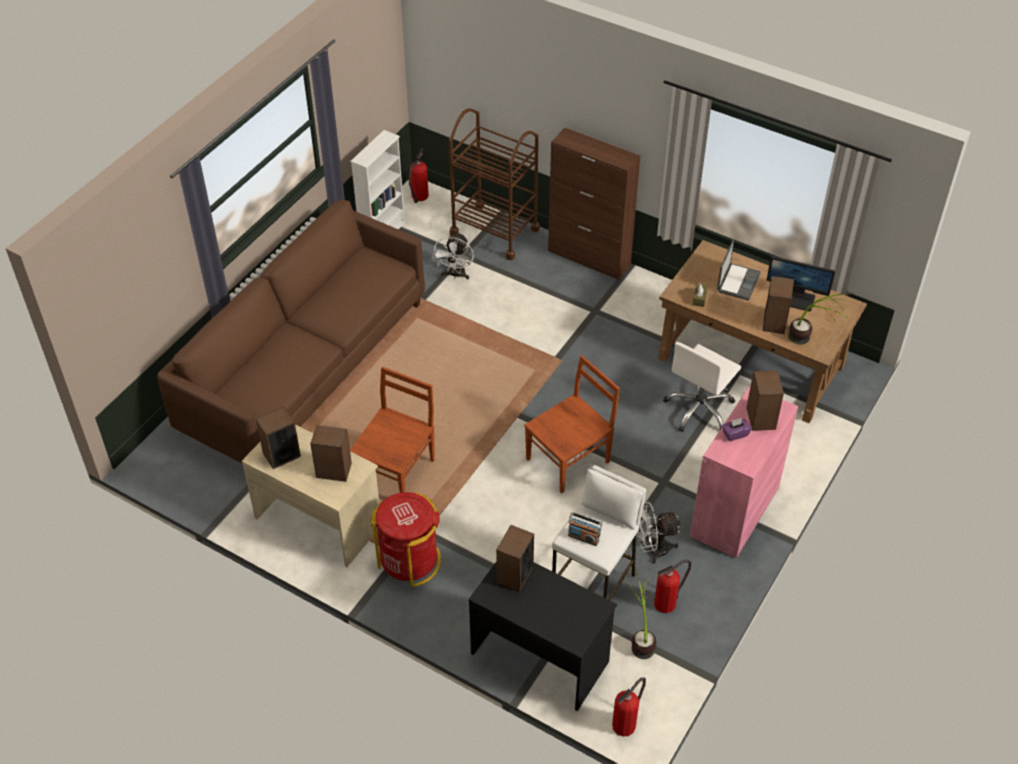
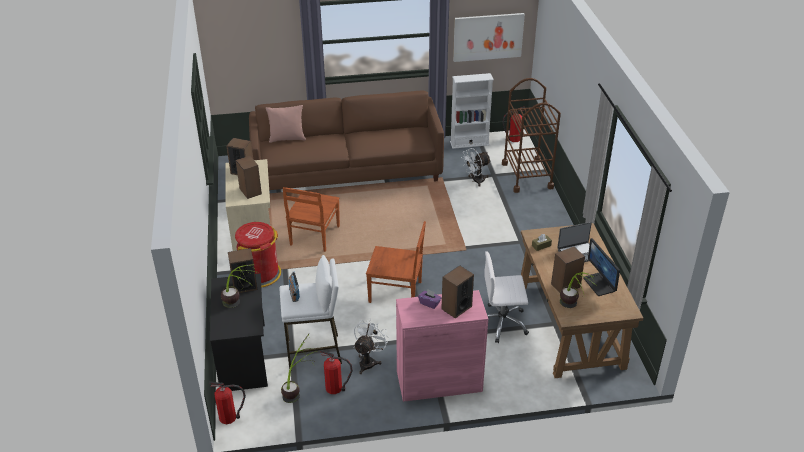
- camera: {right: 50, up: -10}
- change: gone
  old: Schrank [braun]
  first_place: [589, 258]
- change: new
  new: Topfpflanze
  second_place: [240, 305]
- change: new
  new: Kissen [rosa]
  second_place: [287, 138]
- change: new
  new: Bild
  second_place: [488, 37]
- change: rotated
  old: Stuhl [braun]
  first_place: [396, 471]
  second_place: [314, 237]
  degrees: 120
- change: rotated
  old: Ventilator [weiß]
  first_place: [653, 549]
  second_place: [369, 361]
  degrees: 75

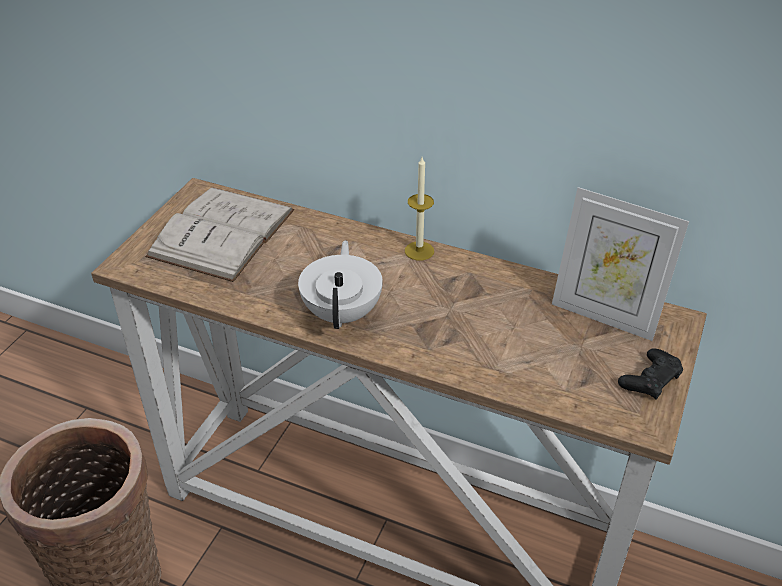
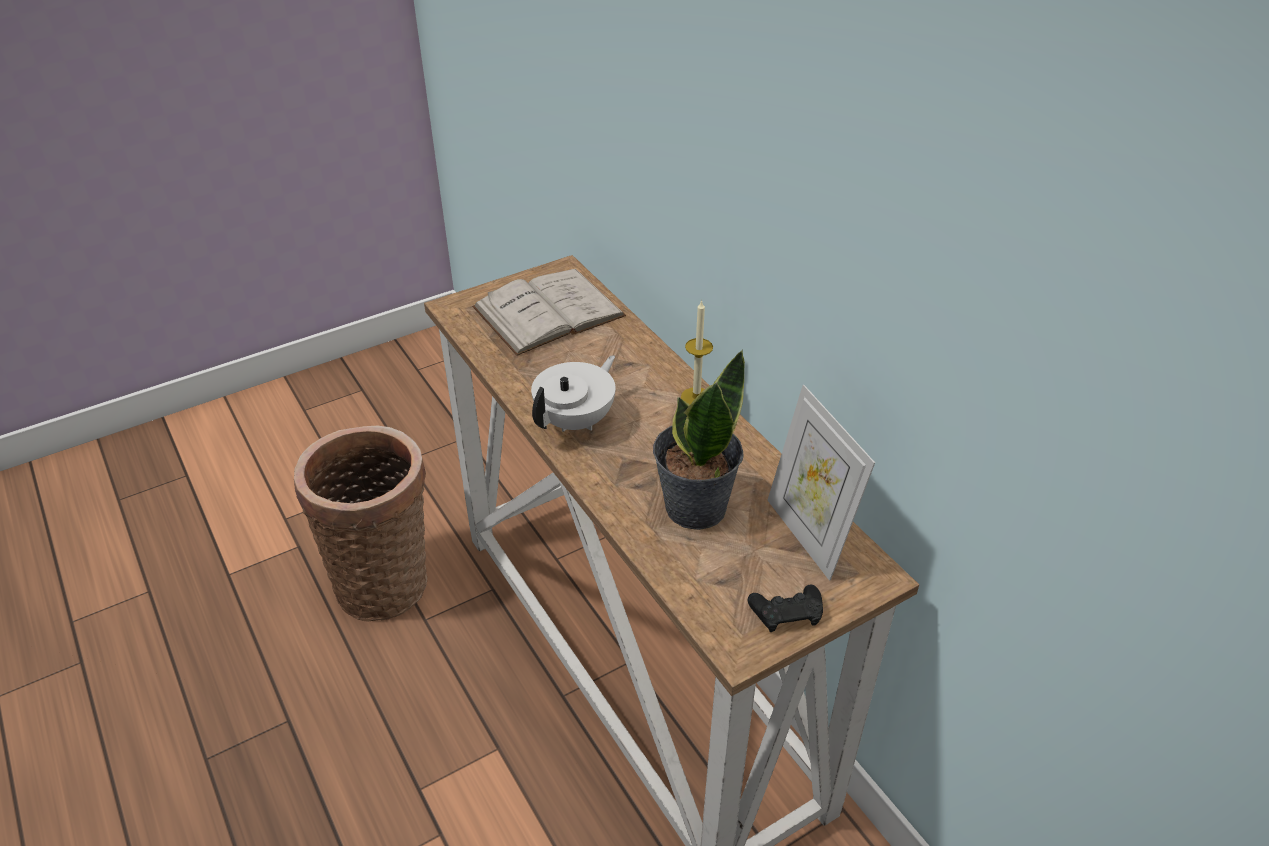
- camera: {right: 35, up: 0}
- change: new
  new: Topfpflanze
  second_place: [694, 506]

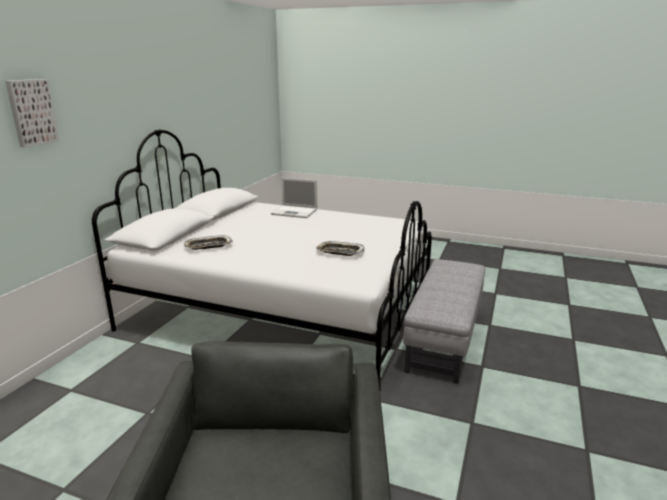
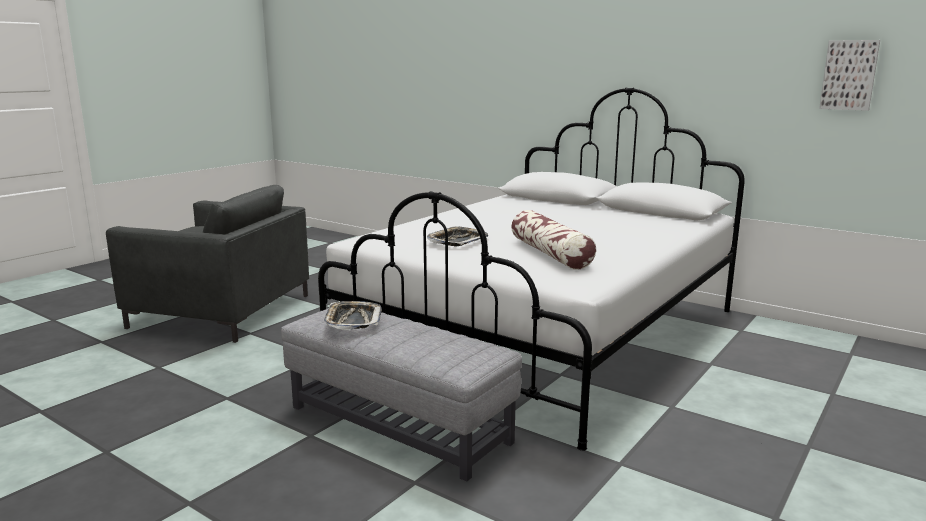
- camera: {right: 105, up: -5}
- change: gone
  old: Laptop
  first_place: [295, 212]
- change: new
  new: Kissen
  second_place: [550, 254]
- change: shifted
  old: Bild
  first_place: [31, 112]
  second_place: [849, 75]
- change: shifted
  old: Tablett
  first_place: [208, 246]
  second_place: [353, 320]

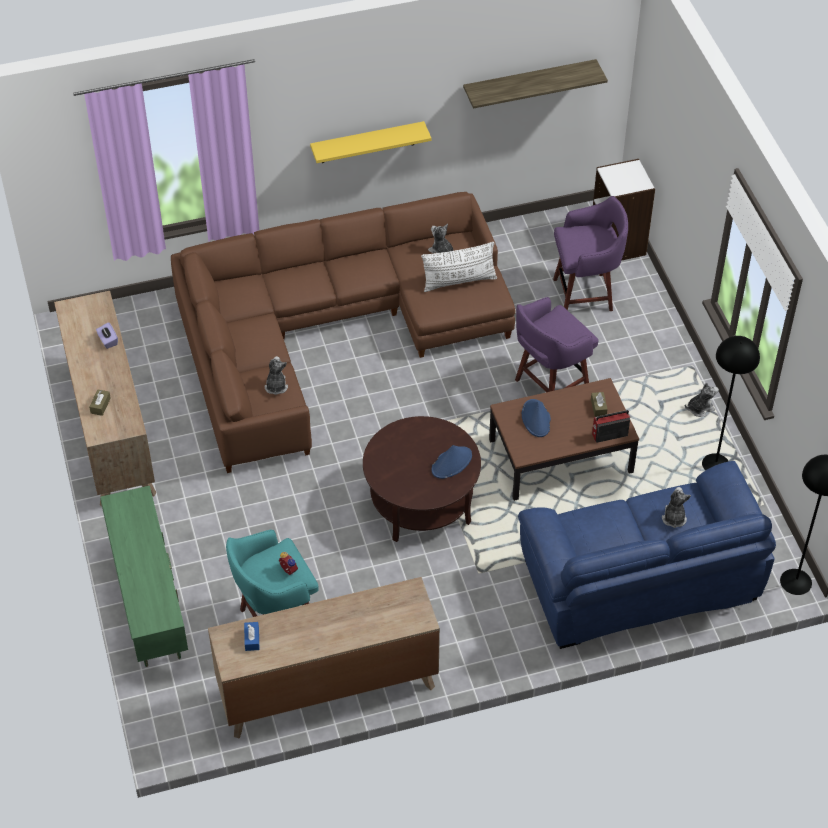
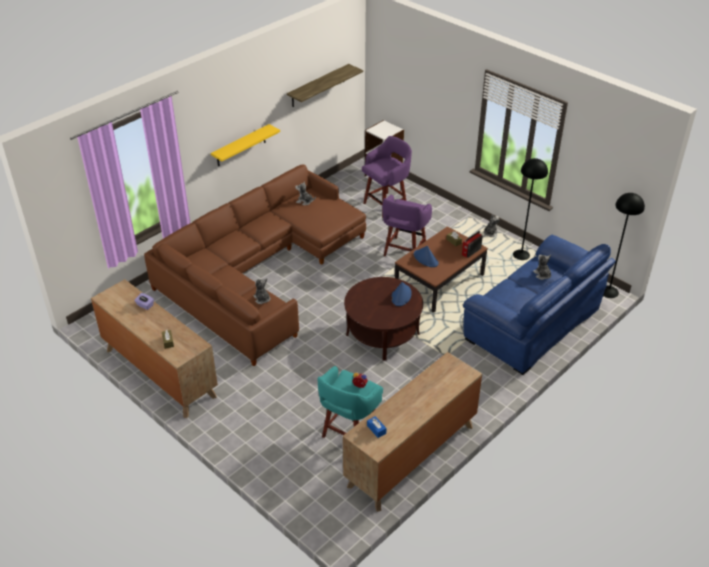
- camera: {right: -30, up: -10}
- change: gone
  old: Fernsehschrank [grün]
  first_place: [150, 602]
- change: gone
  old: Kissen [weiß]
  first_place: [459, 281]

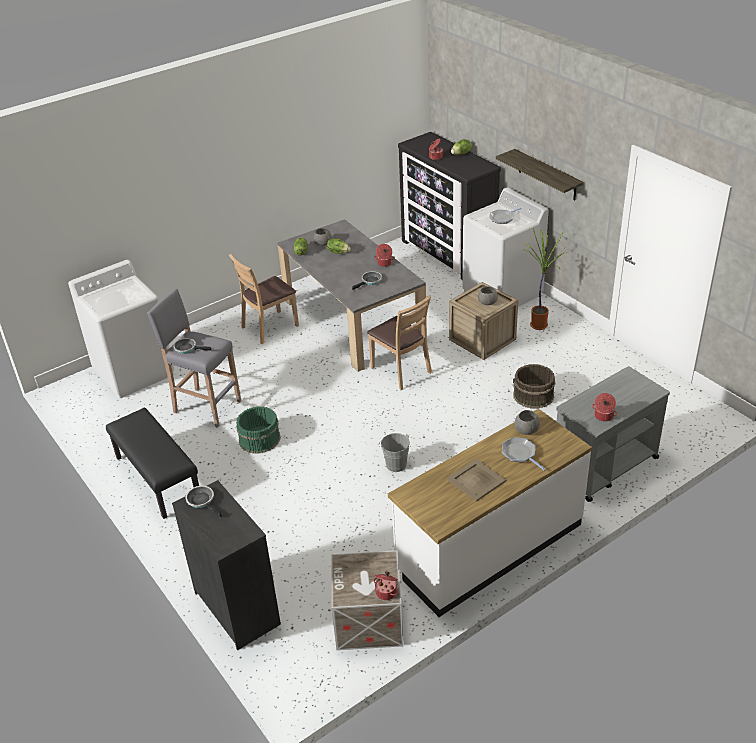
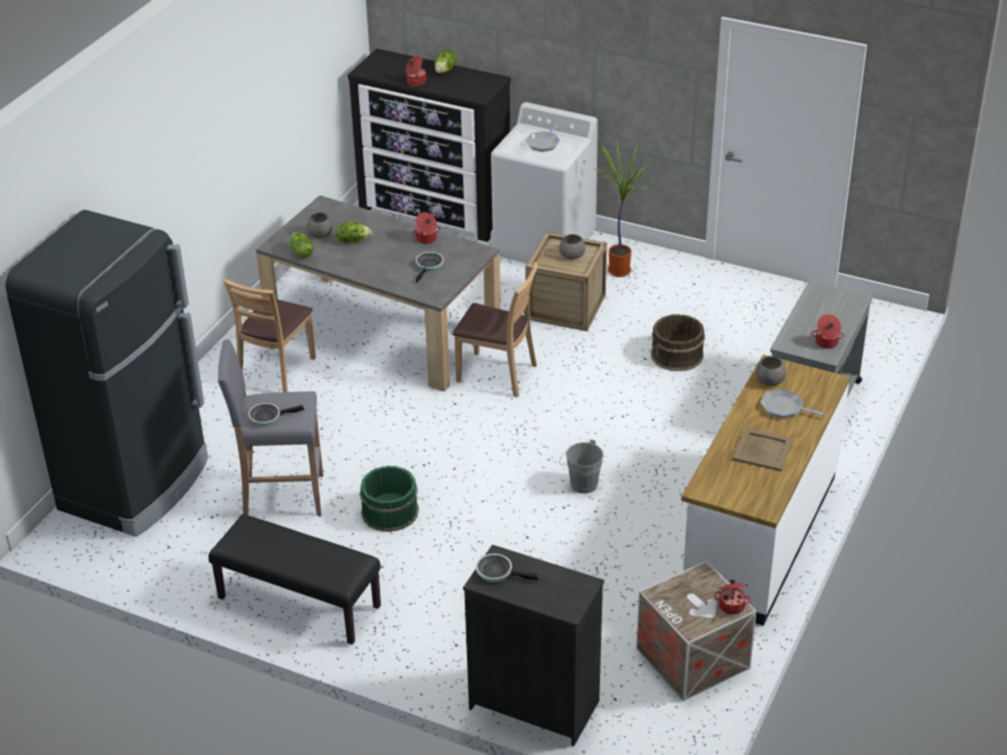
- camera: {right: -30, up: 0}
- change: gone
  old: Wandregal
  first_place: [547, 175]
- change: swapped
  old: Waschmaschine [weiß]
  new: Kühlschrank [schwarz]
  first_place: [134, 371]
  second_place: [136, 485]

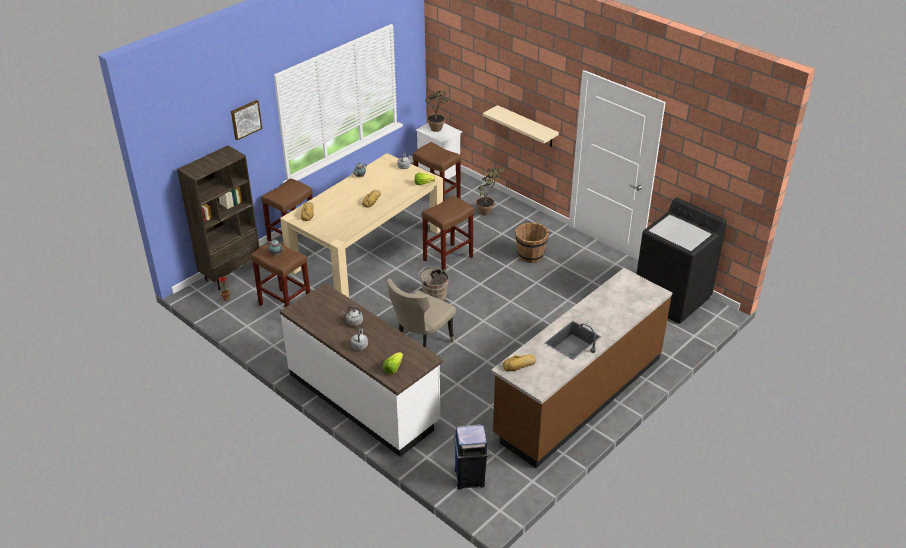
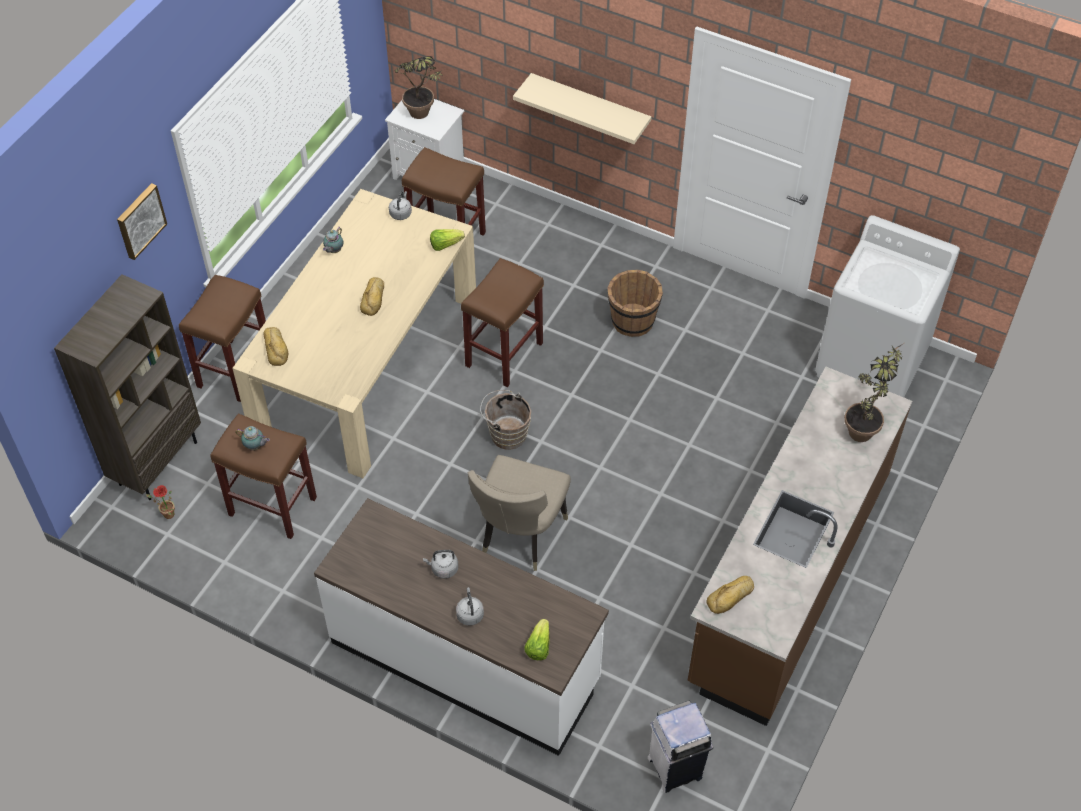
- camera: {right: -15, up: 15}
- change: shifted
  old: Topfpflanze
  first_place: [488, 210]
  second_place: [865, 427]
- change: repainted
  old: Mülleimer [blau]
  new: Mülleimer [weiß]
  first_place: [470, 477]
  second_place: [676, 767]
- change: repainted
  old: Waschmaschine [schwarz]
  new: Waschmaschine [weiß]
  first_place: [672, 299]
  second_place: [872, 362]

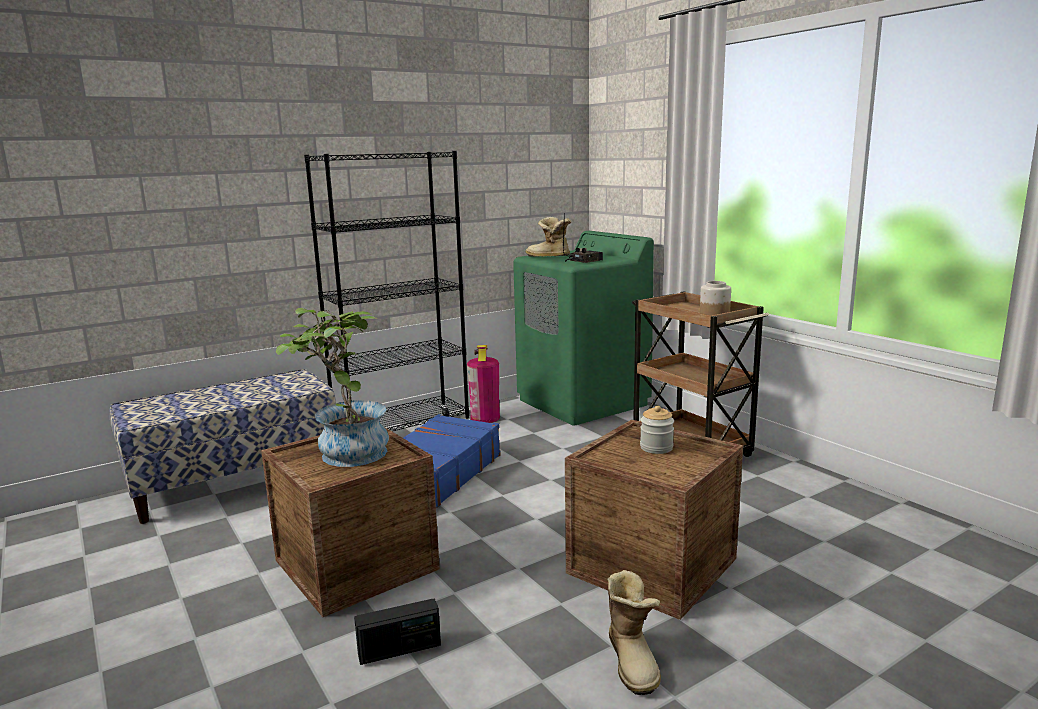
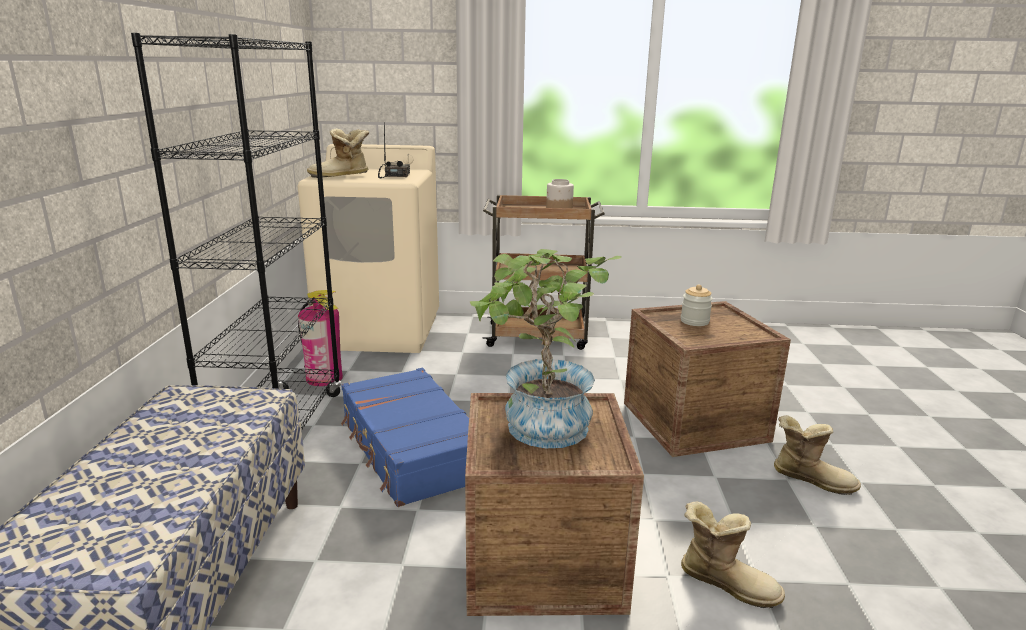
- camera: {right: -55, up: 5}
- change: swapped
  old: Radio
  new: Stiefel
  first_place: [399, 650]
  second_place: [726, 582]
- change: repainted
  old: Waschmaschine [grün]
  new: Waschmaschine [beige]
  first_place: [583, 402]
  second_place: [381, 331]

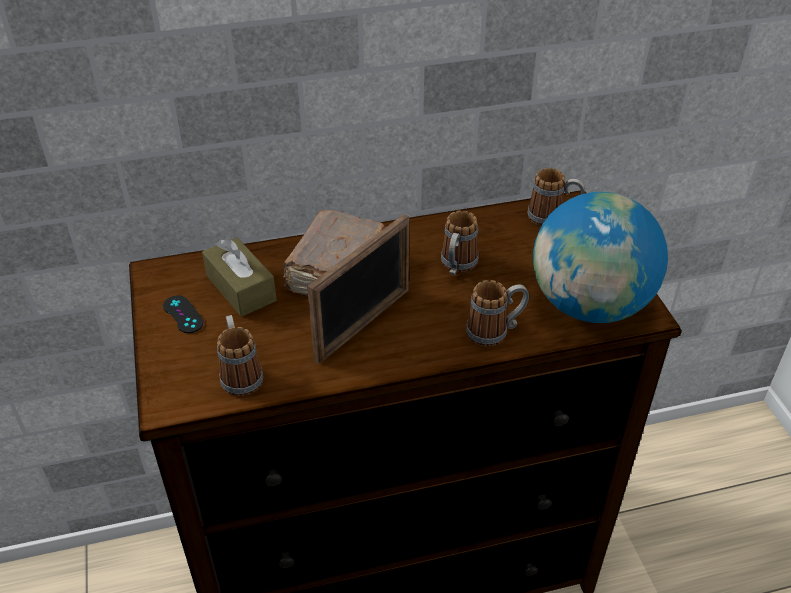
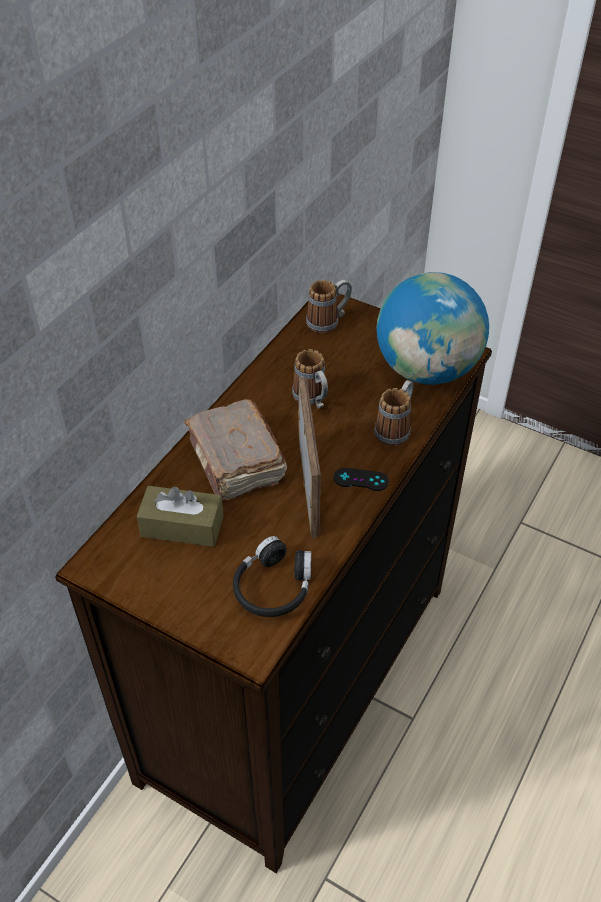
- camera: {right: -45, up: 5}
- change: shifted
  old: Gamepad [schwarz]
  first_place: [183, 314]
  second_place: [361, 479]
- change: swapped
  old: Henkelbecher
  new: Kopfhörer [schwarz]
  first_place: [240, 374]
  second_place: [274, 587]

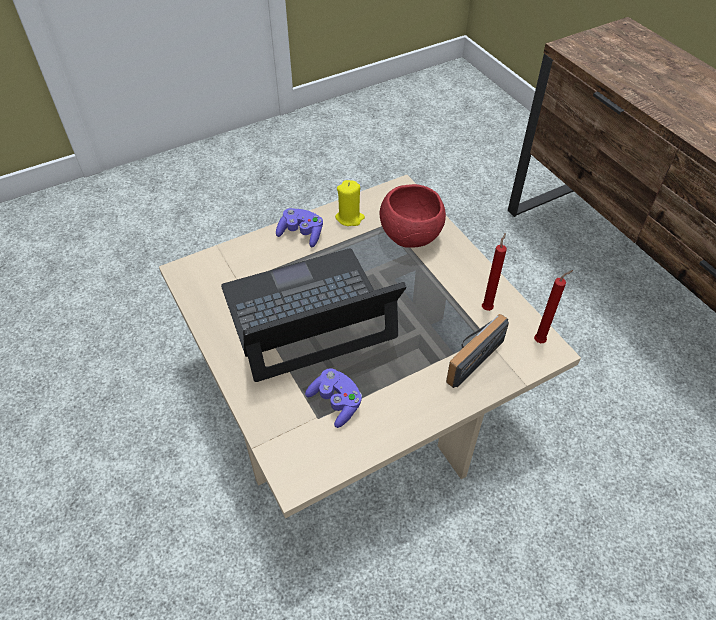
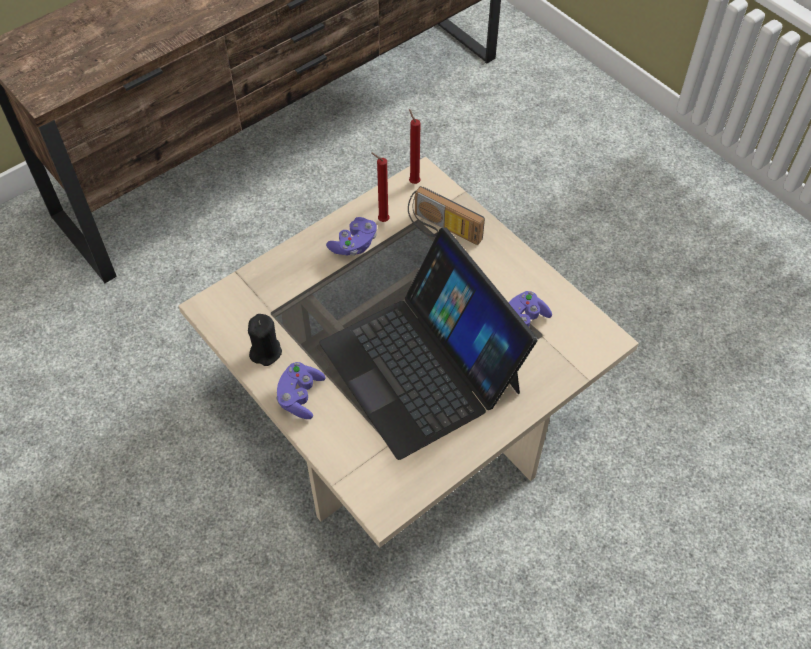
- camera: {right: -100, up: 5}
- change: gone
  old: Schüssel [rot]
  first_place: [410, 236]
- change: new
  new: Gamepad [lila]
  second_place: [354, 245]
- change: repainted
  old: Kerze [gelb]
  new: Kerze [schwarz]
  first_place: [350, 218]
  second_place: [266, 352]

